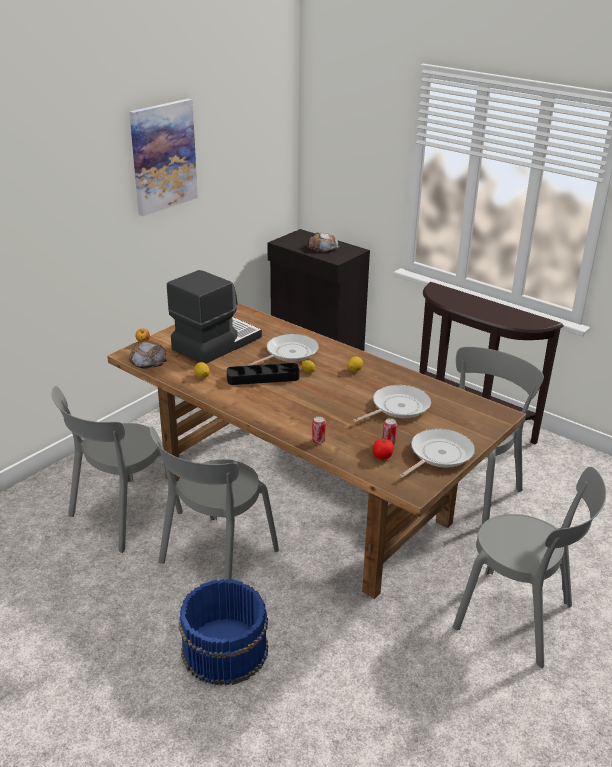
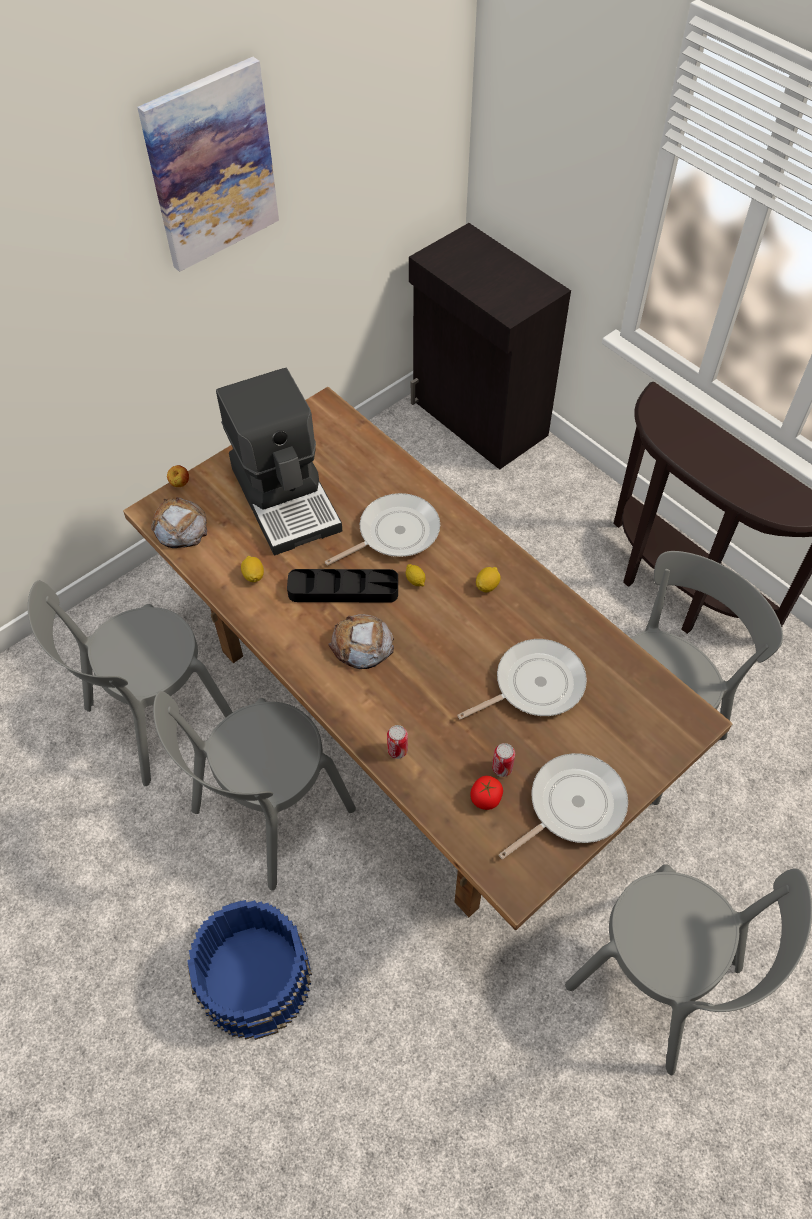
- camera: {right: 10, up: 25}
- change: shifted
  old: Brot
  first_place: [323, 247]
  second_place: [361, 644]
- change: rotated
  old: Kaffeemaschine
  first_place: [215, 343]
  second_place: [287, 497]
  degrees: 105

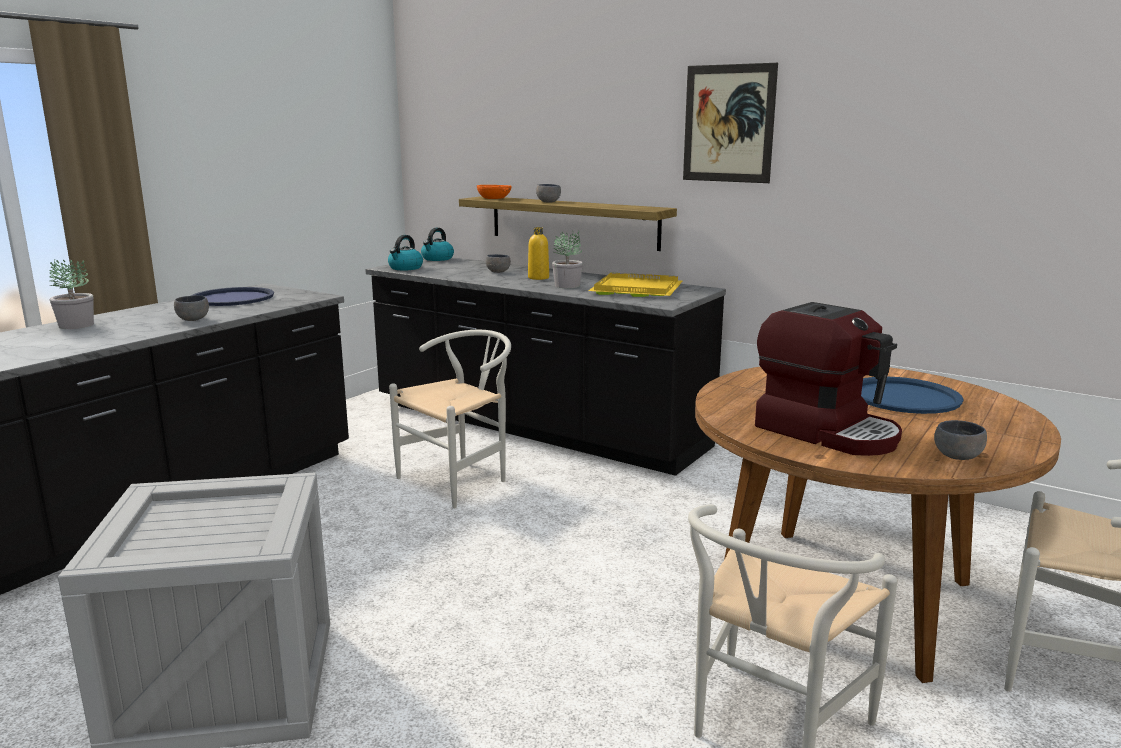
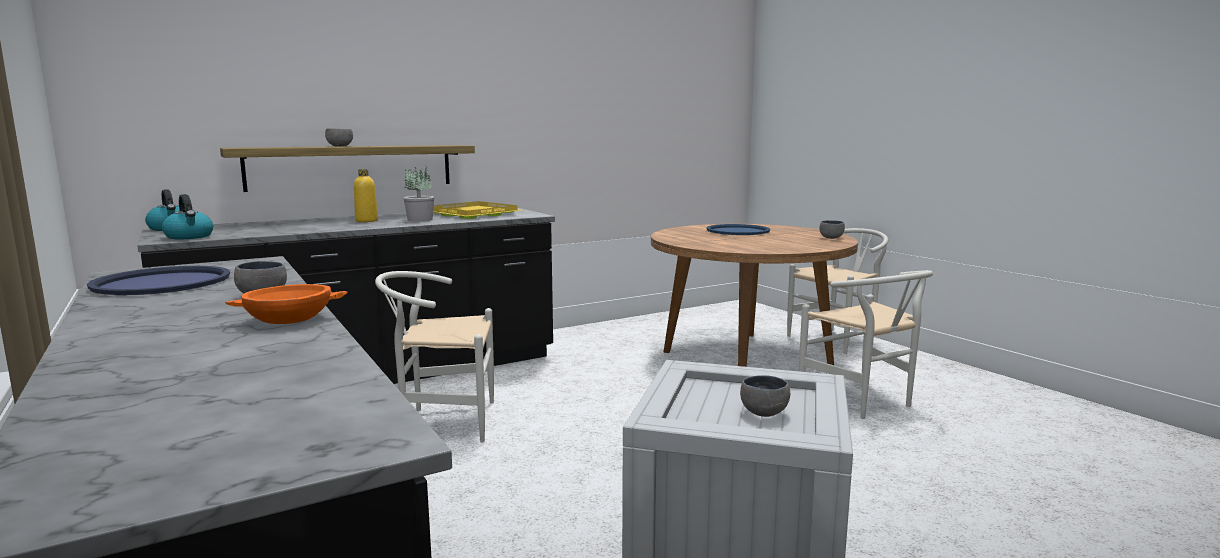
- camera: {right: -65, up: -5}
- change: gone
  old: Topfpflanze
  first_place: [76, 325]
- change: gone
  old: Bild
  first_place: [728, 124]
- change: gone
  old: Kaffeemaschine
  first_place: [827, 431]
- change: shifted
  old: Schüssel [orange]
  first_place: [493, 198]
  second_place: [288, 319]
- change: shifted
  old: Schüssel [grau]
  first_place: [499, 272]
  second_place: [762, 412]
- change: rotated
  old: Stuhl [weiß]
  first_place: [460, 479]
  second_place: [442, 422]
  degrees: -75

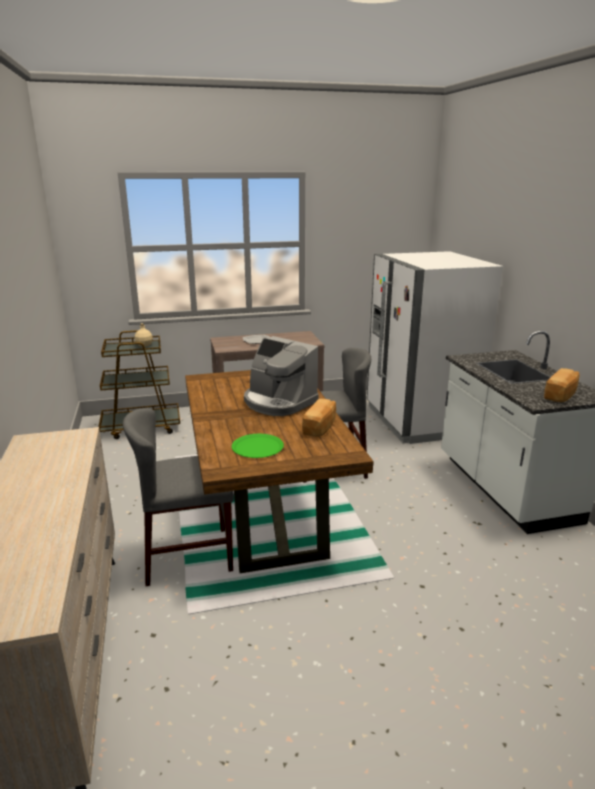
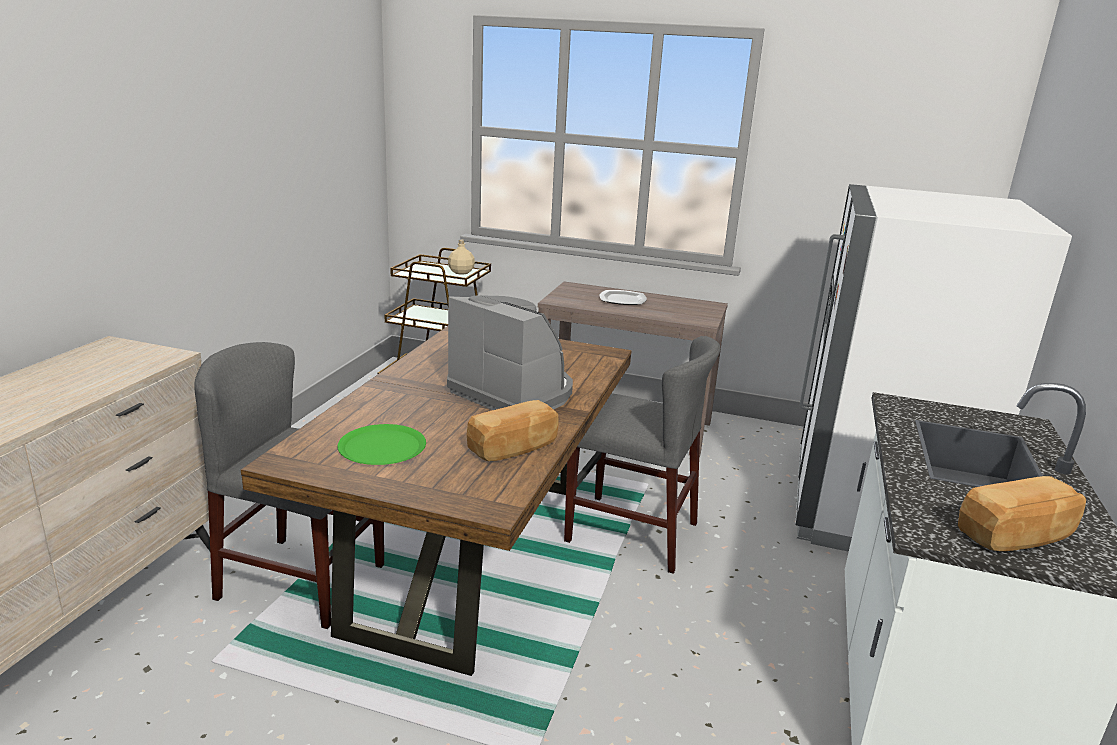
- camera: {right: 30, up: 0}
- change: rotated
  old: Kaffeemaschine
  first_place: [278, 402]
  second_place: [514, 393]
  degrees: 150

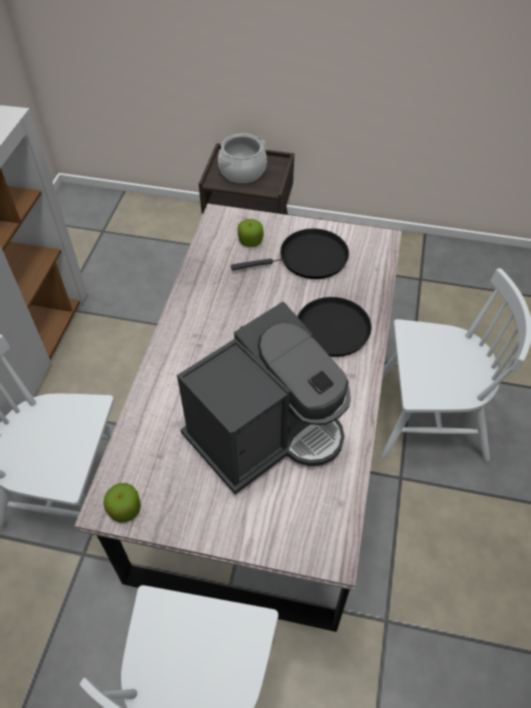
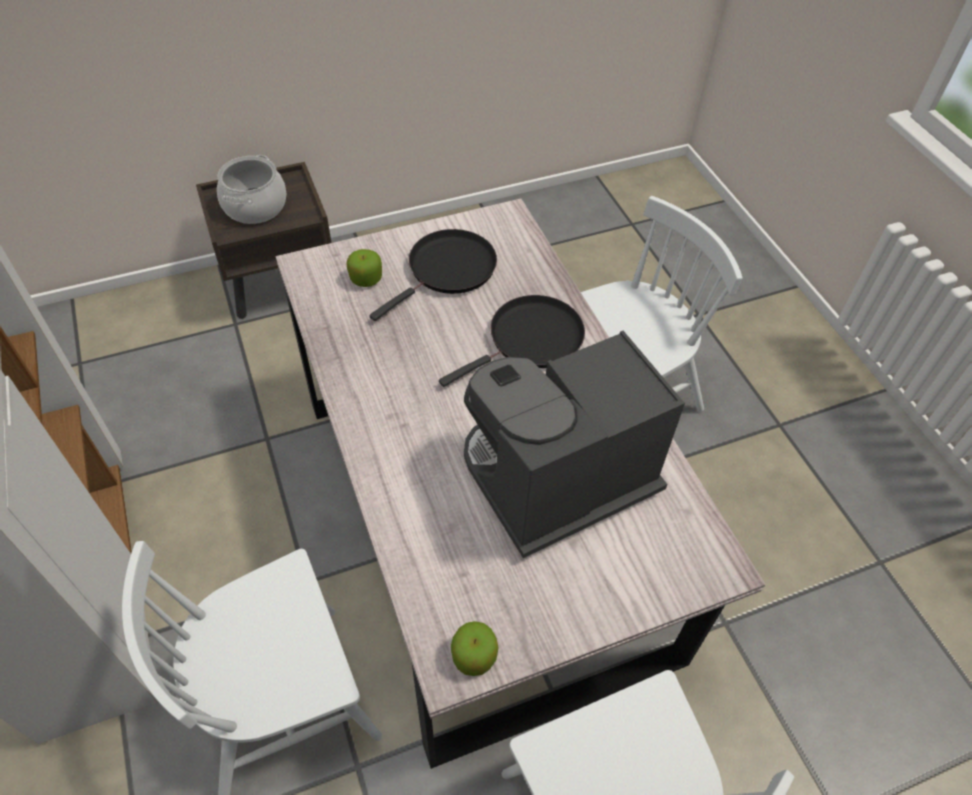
- camera: {right: -35, up: 0}
- change: rotated
  old: Kaffeemaschine
  first_place: [265, 432]
  second_place: [556, 481]
  degrees: -135

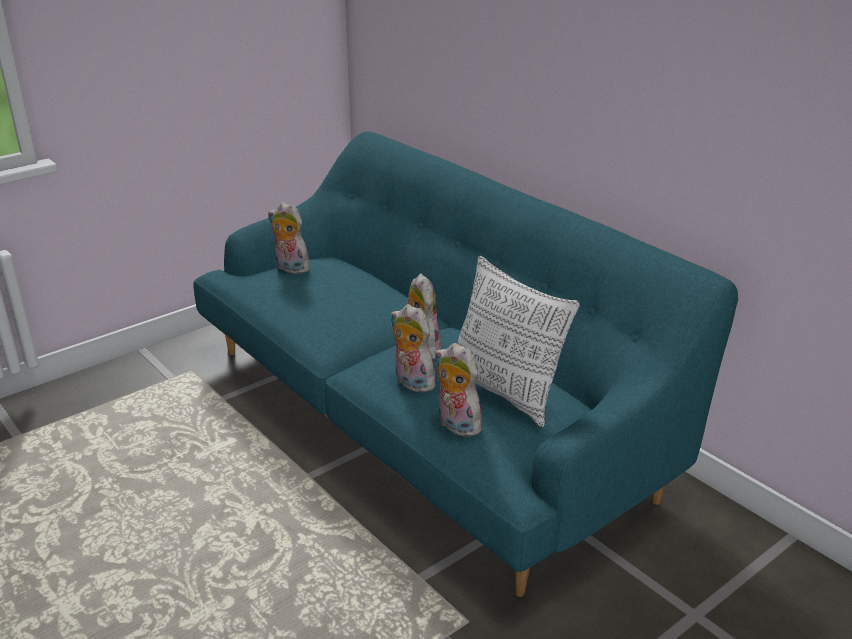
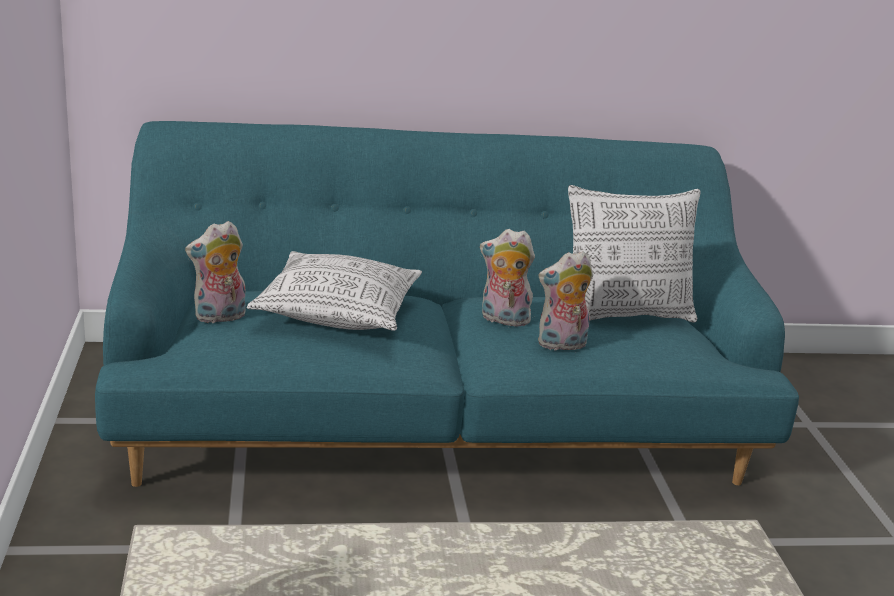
- camera: {right: -60, up: -5}
- change: gone
  old: Plüschtier
  first_place: [455, 425]
- change: new
  new: Kissen
  second_place: [338, 312]

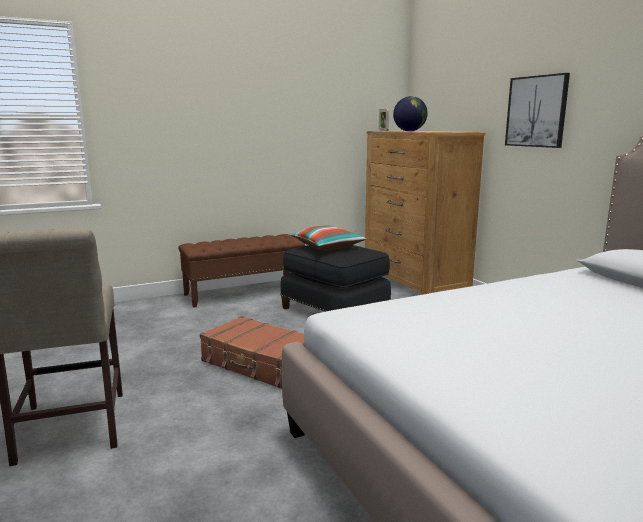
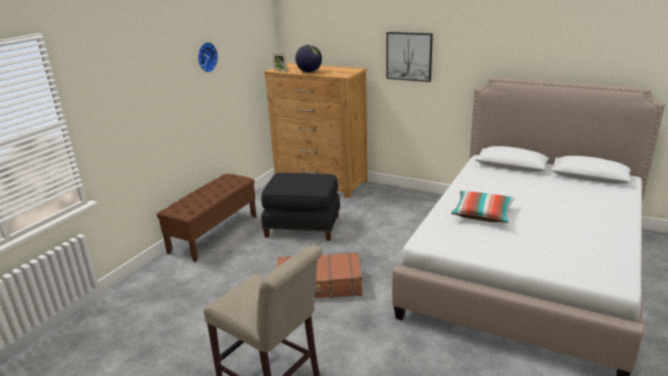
- camera: {right: -35, up: 10}
- change: new
  new: Wanduhr
  second_place: [206, 57]
- change: shifted
  old: Kissen
  first_place: [327, 247]
  second_place: [482, 214]

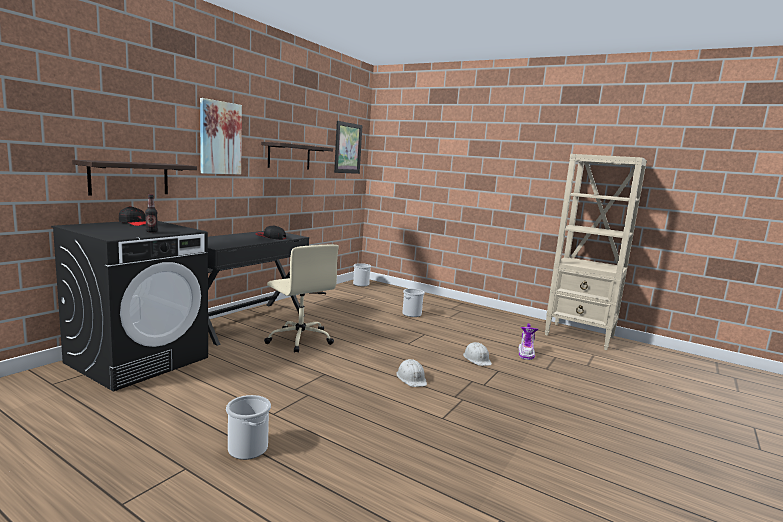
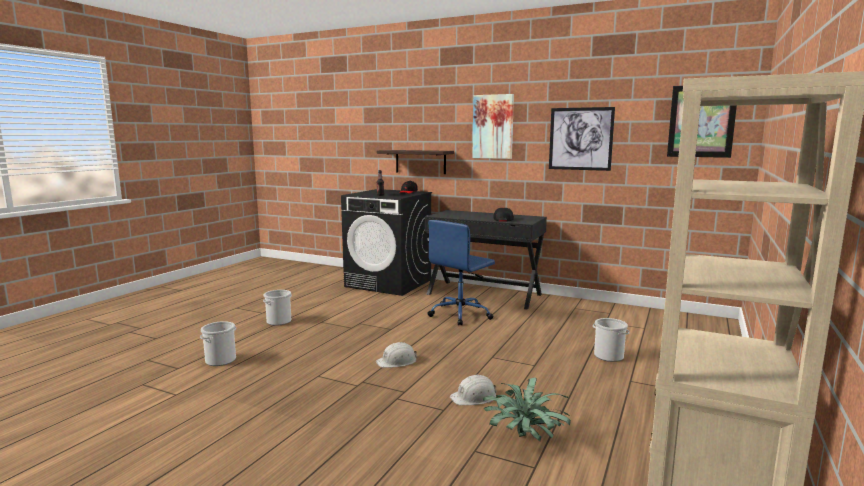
- camera: {right: 85, up: 0}
- change: shifted
  old: Eimer
  first_place: [361, 284]
  second_place: [221, 360]
- change: swapped
  old: Wandregal
  new: Bild
  first_place: [289, 156]
  second_place: [580, 139]
- change: swapped
  old: Stiefel
  new: Topfpflanze
  first_place: [526, 354]
  second_place: [525, 438]
- change: repainted
  old: Bürostuhl [beige]
  new: Bürostuhl [blau]
  first_place: [299, 339]
  second_place: [461, 314]

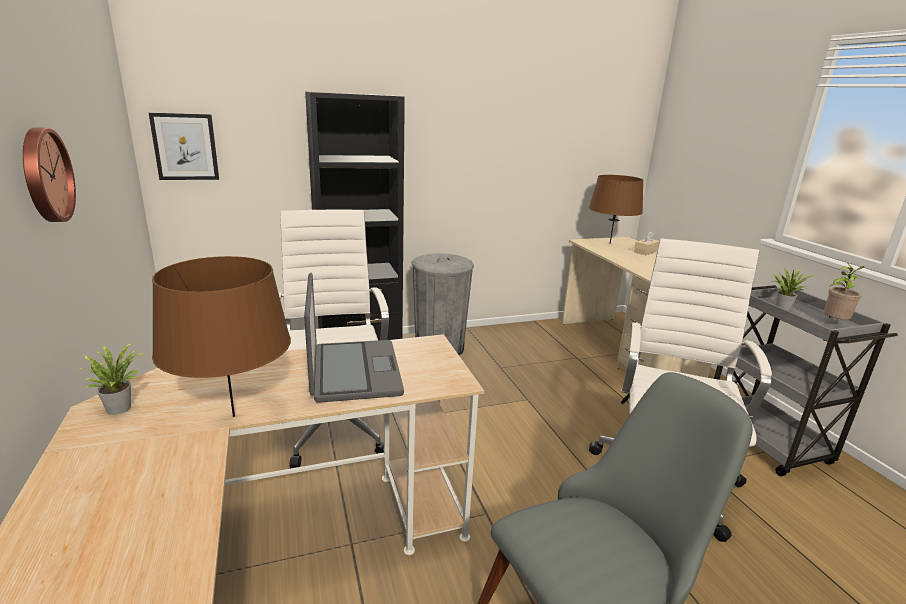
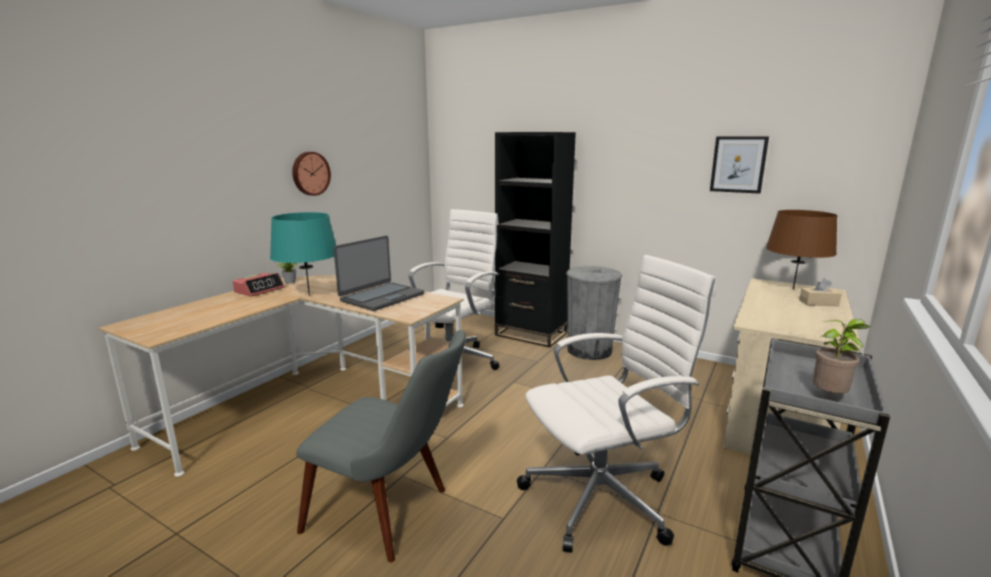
- camera: {right: 50, up: -5}
- change: gone
  old: Topfpflanze
  first_place: [781, 307]
- change: new
  new: Wecker
  second_place: [259, 290]
- change: shifted
  old: Bild
  first_place: [185, 147]
  second_place: [738, 164]
- change: repainted
  old: Tischlampe [braun]
  new: Tischlampe [türkis]
  first_place: [233, 416]
  second_place: [309, 295]

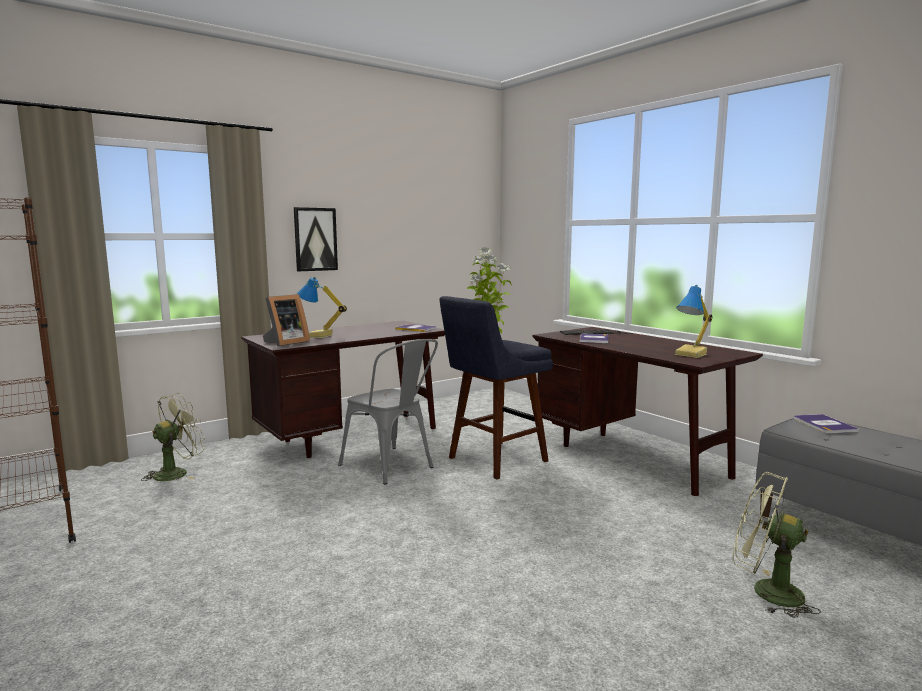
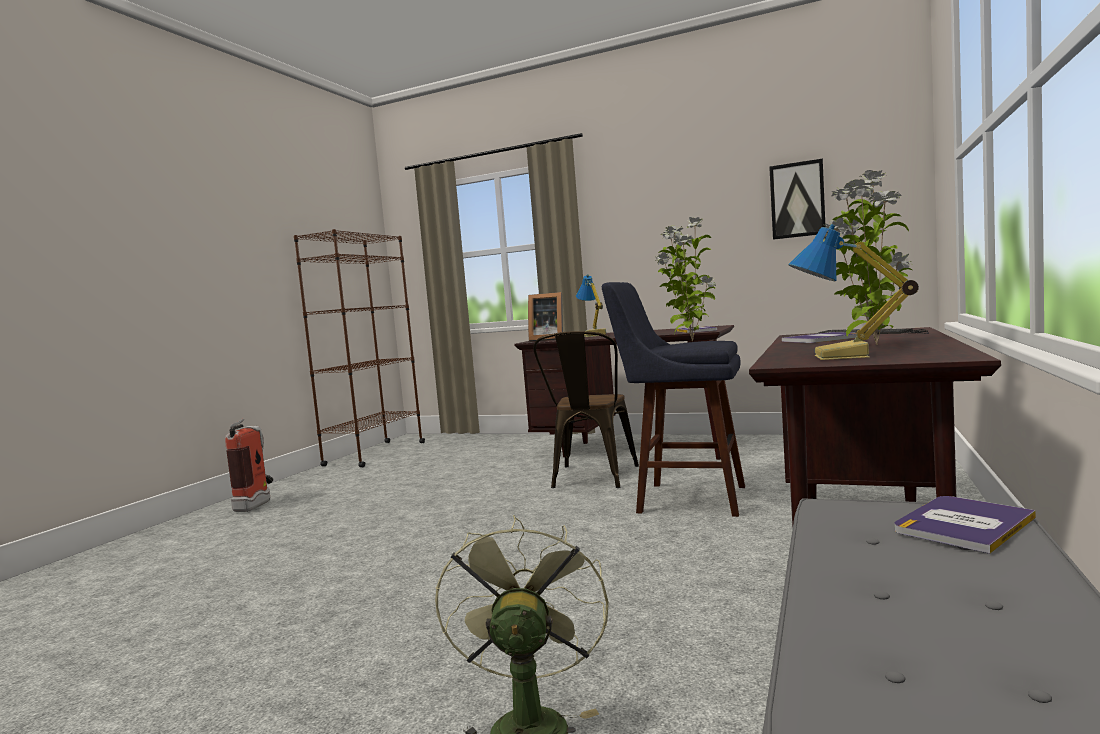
- camera: {right: 60, up: -5}
- change: gone
  old: Ventilator [grün]
  first_place: [177, 473]
- change: new
  new: Feuerlöscher
  second_place: [257, 504]
- change: new
  new: Topfpflanze
  second_place: [873, 344]
- change: shifted
  old: Bild
  first_place: [315, 239]
  second_place: [797, 200]
- change: repainted
  old: Stuhl [grau]
  new: Stuhl [braun]
  first_place: [392, 467]
  second_place: [591, 478]

